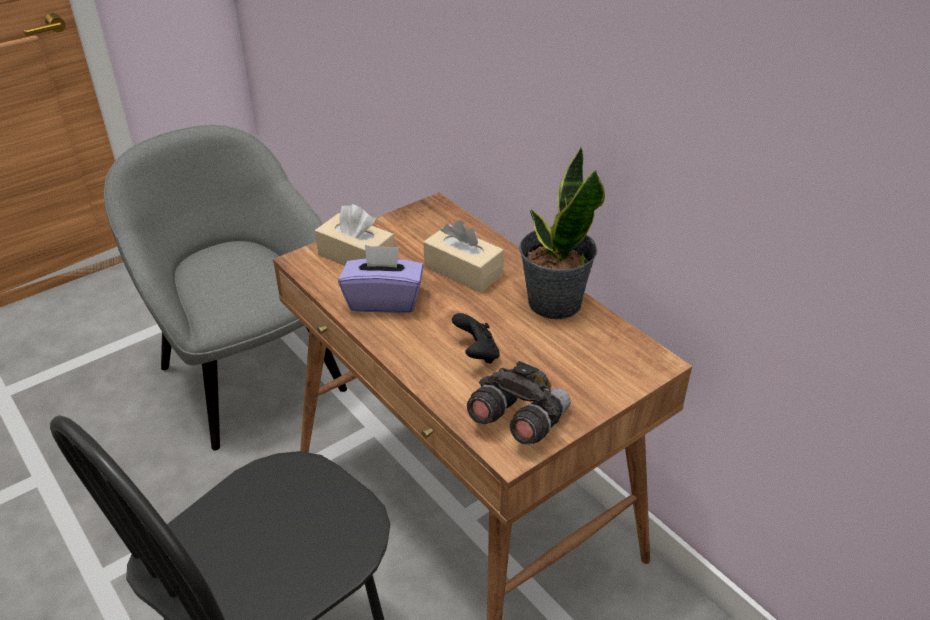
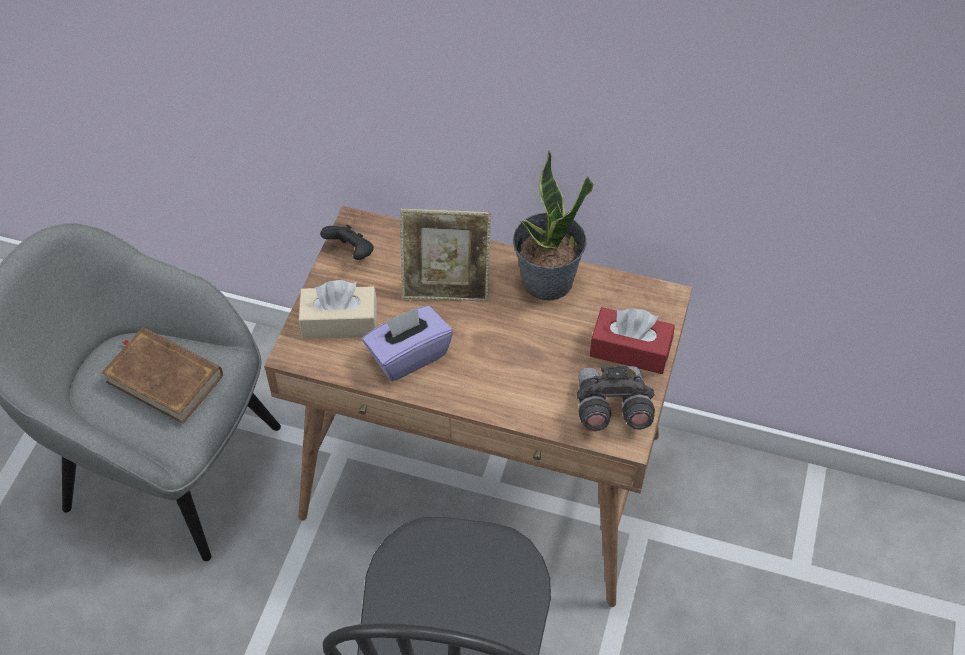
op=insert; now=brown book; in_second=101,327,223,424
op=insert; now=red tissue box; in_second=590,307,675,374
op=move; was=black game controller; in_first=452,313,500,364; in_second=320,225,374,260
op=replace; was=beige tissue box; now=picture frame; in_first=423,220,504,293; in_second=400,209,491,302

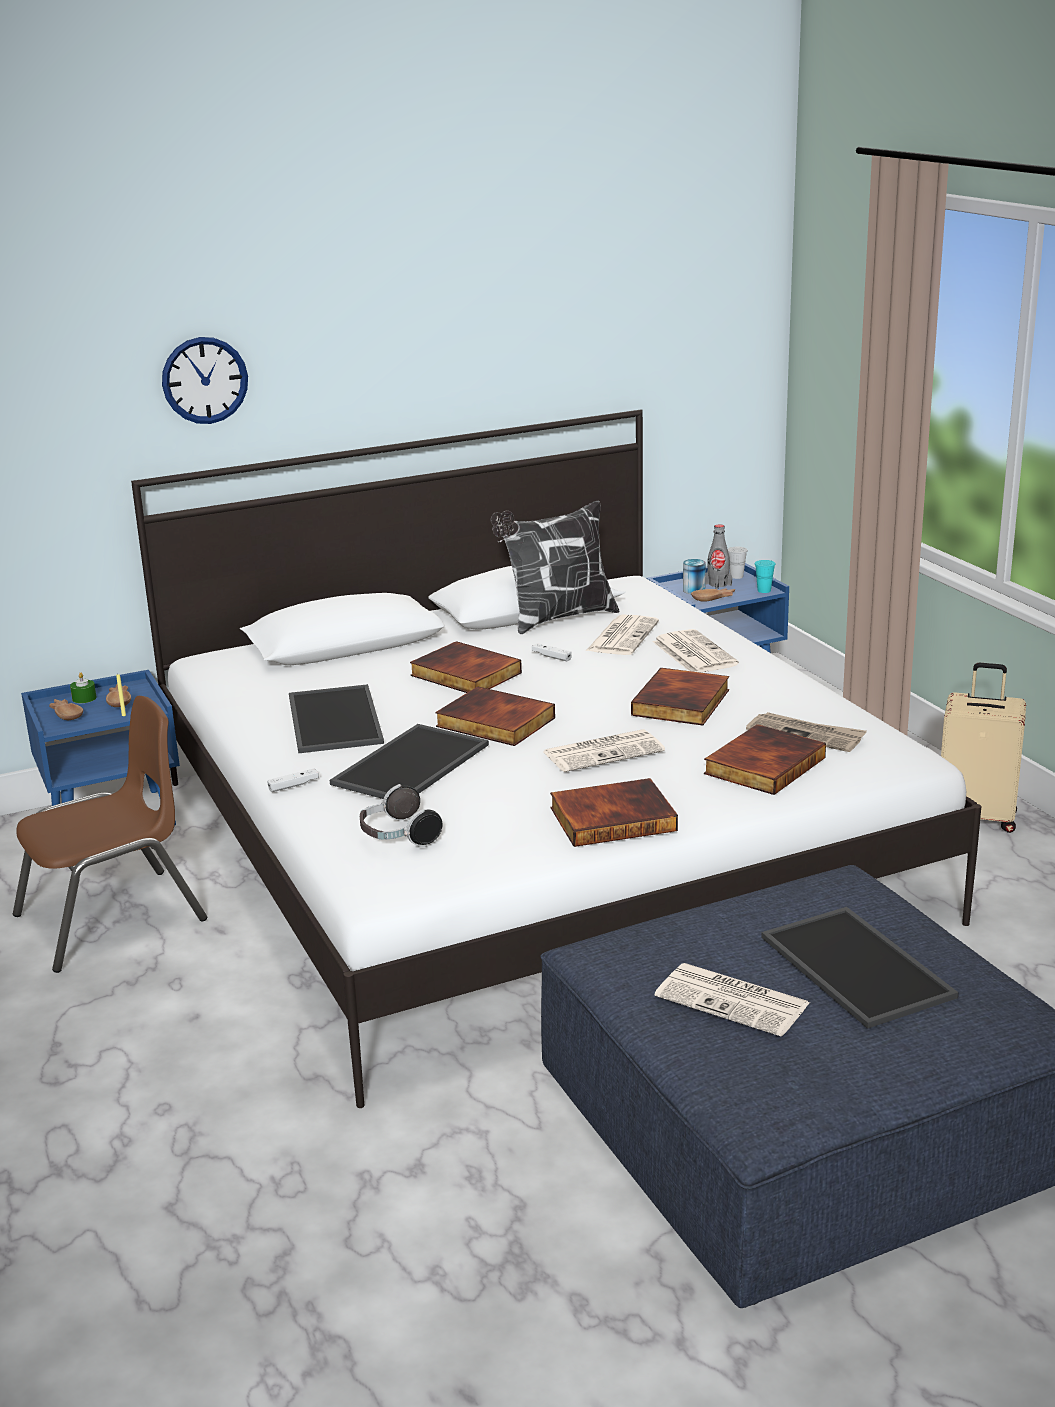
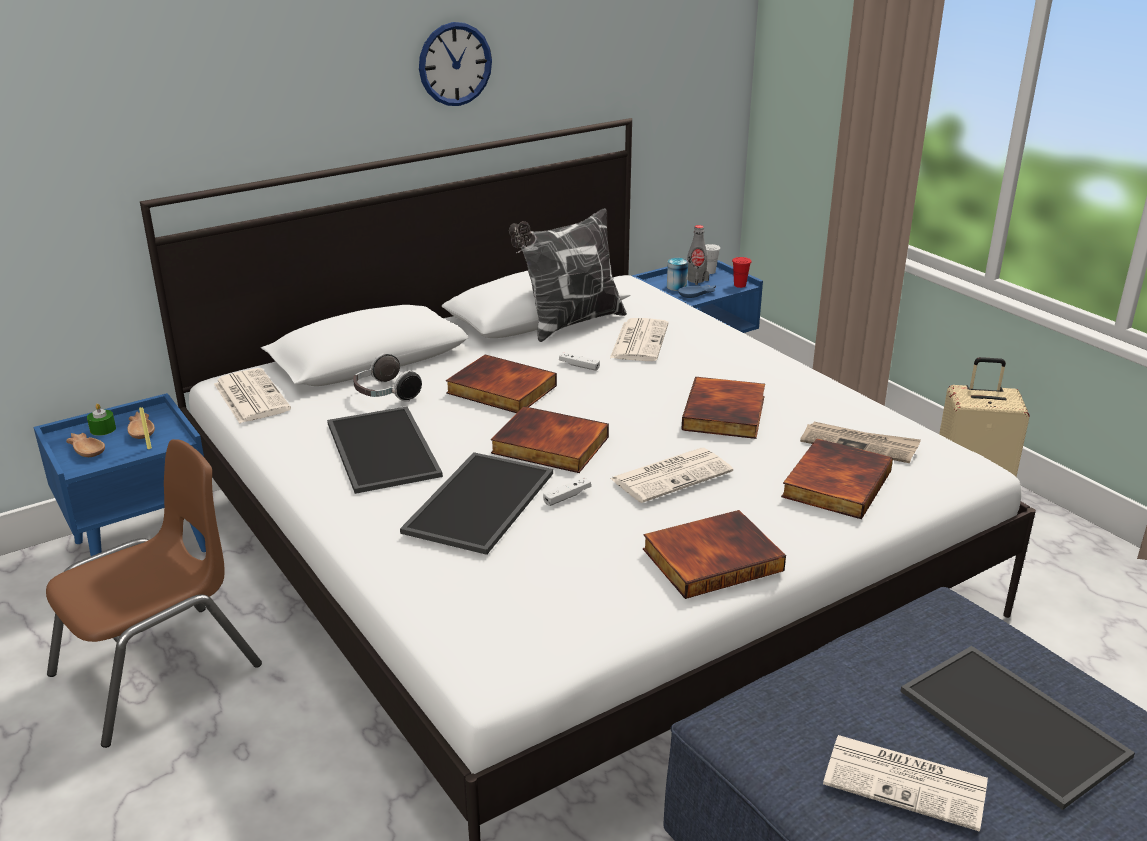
op=move; was=wall clock; in_first=162,337,248,424; in_second=419,22,492,106
op=move; was=white game controller; in_first=267,768,319,792; in_second=543,477,591,506
op=move; was=headphones; in_first=360,784,442,847; in_second=353,353,422,402
op=move; was=newspaper; in_first=653,629,739,673; in_second=214,368,291,424
op=recolor; was=brown bowl; now=blue bowl; in_first=691,588,735,602; in_second=678,285,716,298
op=recolor; was=turquoise cup; now=red cup; in_first=755,560,776,593; in_second=732,257,751,288

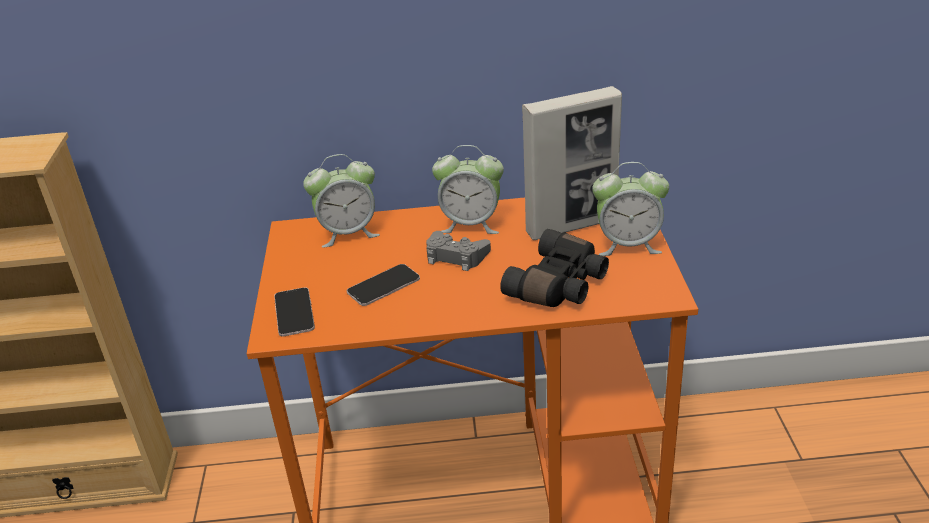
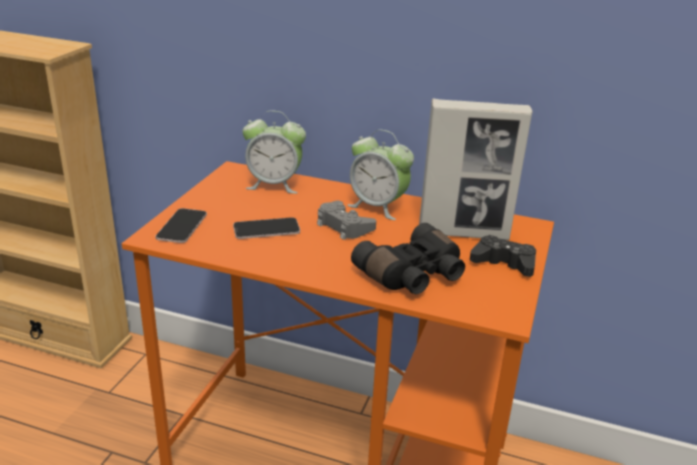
op=replace; was=alarm clock; now=black game controller; in_first=592,162,669,256; in_second=470,235,536,277

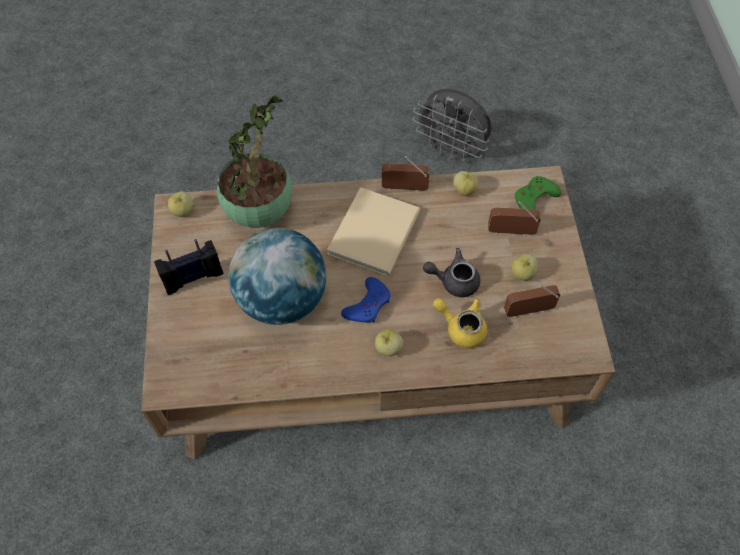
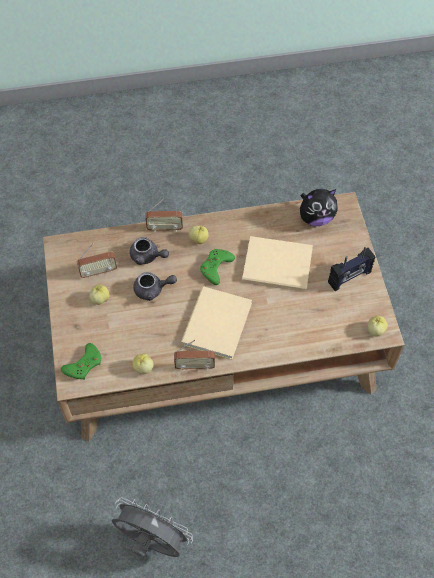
op=delete; was=potted plant; in_first=217,96,292,228
op=insert; now=plush toy; in_second=300,189,338,226
op=move; was=radio; in_first=488,202,541,237; in_second=145,198,183,232
op=replace; was=globe; now=beige book; in_first=229,228,327,325; in_second=242,236,313,291
op=recolor; was=blue game controller; now=green game controller; in_first=341,277,390,323; in_second=200,249,235,285
op=recolor; was=yellow teapot; now=grey teapot; in_first=433,298,488,348; in_second=130,237,169,265

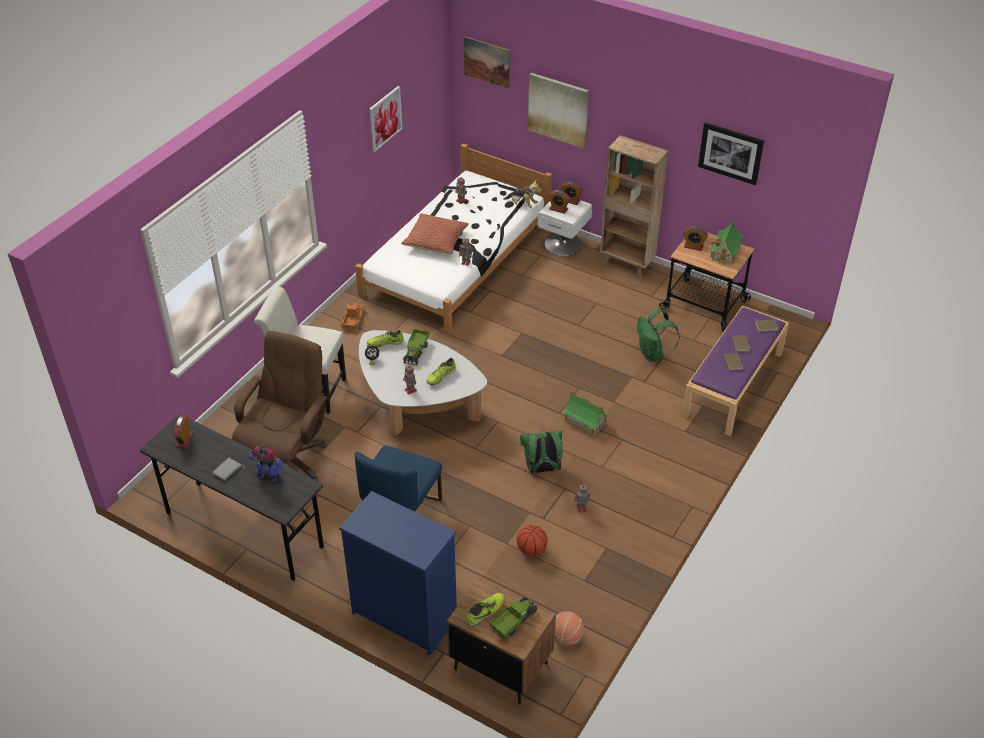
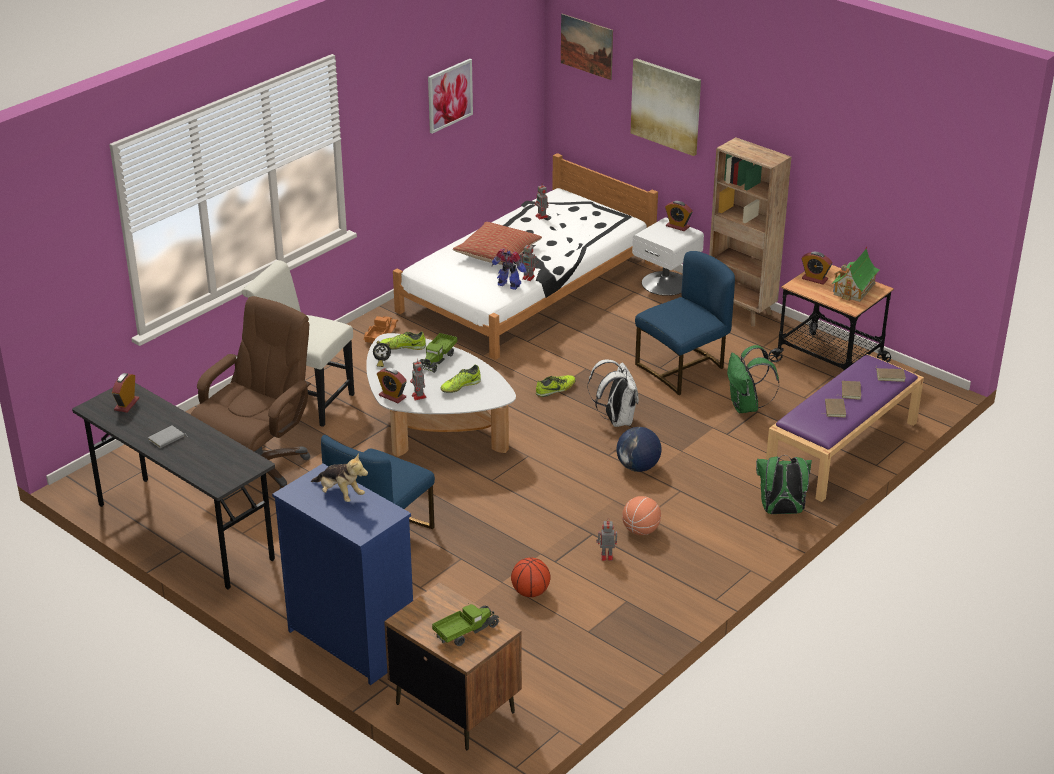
op=delete; was=picture; in_first=698,122,764,185
op=insert; now=white backpack; in_second=587,359,639,427
op=insert; now=blue chair; in_second=635,251,735,395
op=move; was=toy robot; in_first=249,446,287,481; in_second=492,249,528,290
op=move; was=shoe; in_first=466,593,504,626; in_second=536,375,576,397
op=move; was=plush toy; in_first=503,179,542,208; in_second=311,453,368,502
op=move; was=green backpack; in_first=520,430,563,474; in_second=756,455,812,514
op=move; was=alarm clock; in_first=548,190,570,214; in_second=377,368,407,403
op=move; was=basketball; in_first=554,611,584,646; in_second=622,496,661,535
op=replace; was=toy house; now=globe; in_first=562,391,609,437; in_second=616,427,662,472

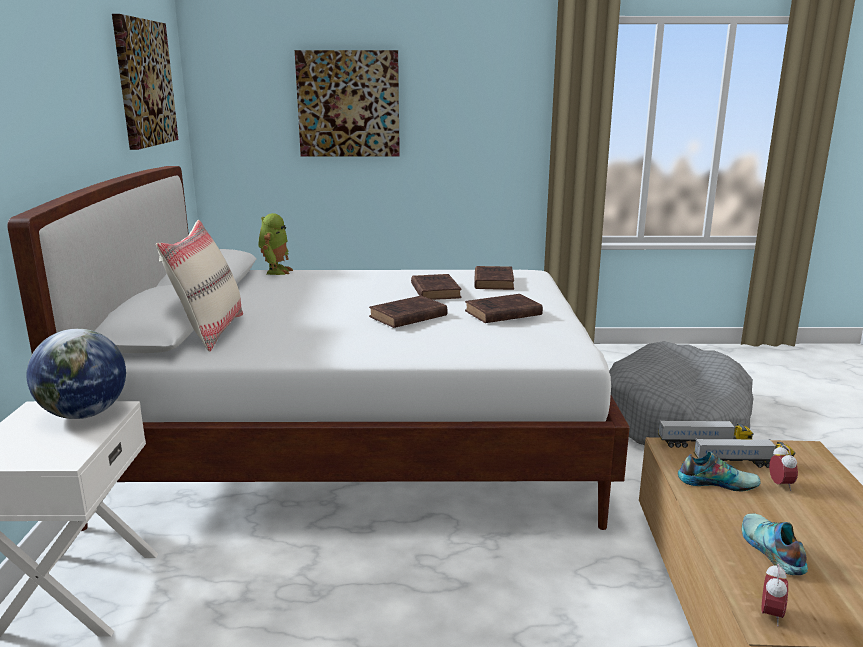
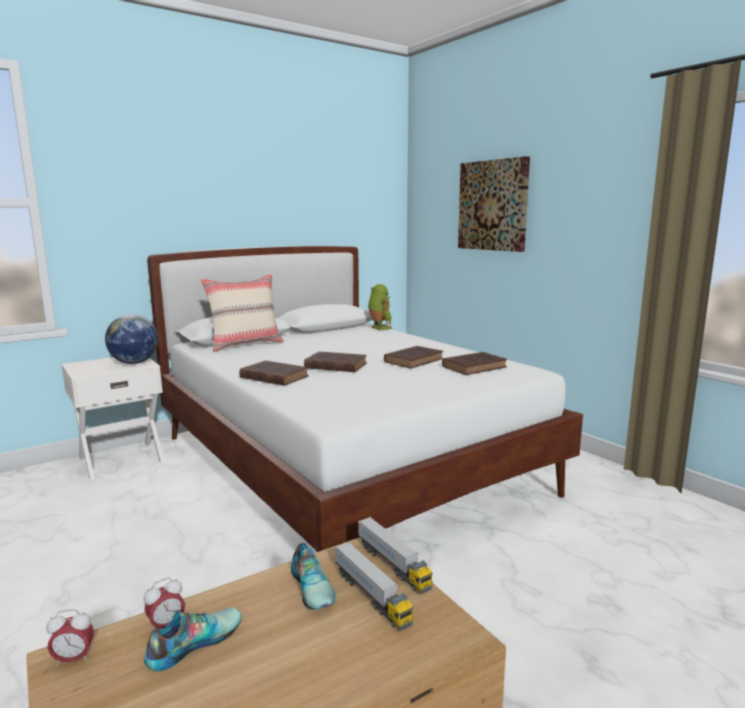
op=delete; was=picture; in_first=112,14,179,150
op=delete; was=grey dog bed; in_first=609,341,753,445
op=move; was=brown book; in_first=465,294,543,323; in_second=239,360,309,386
op=move; was=alarm clock; in_first=769,445,798,491; in_second=144,577,185,630
op=rotate; was=toy robot; in_first=258,213,293,275; in_second=368,284,392,330; clockwise=-90

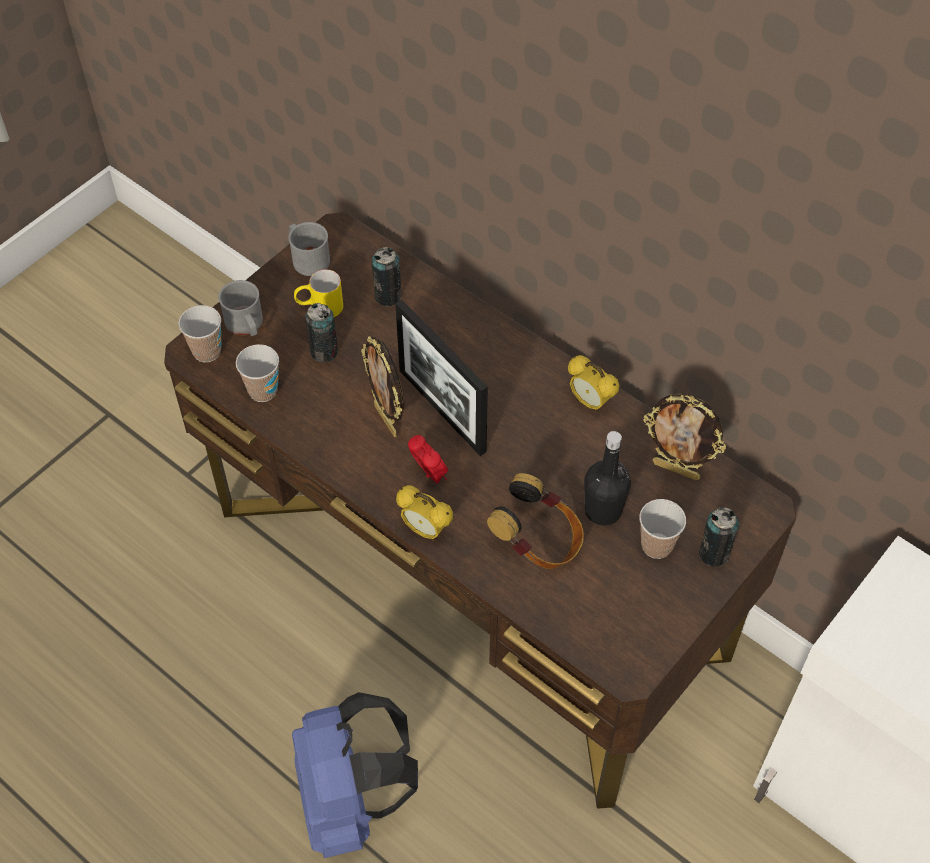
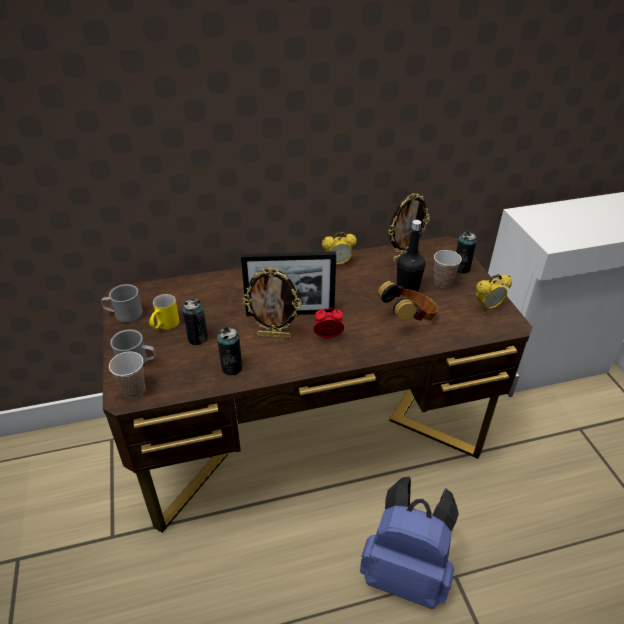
op=delete; was=cup; in_first=236,344,279,402
op=move; was=can; in_first=372,247,402,306; in_second=217,327,243,376
op=move; was=alarm clock; in_first=396,485,453,541; in_second=476,274,512,312

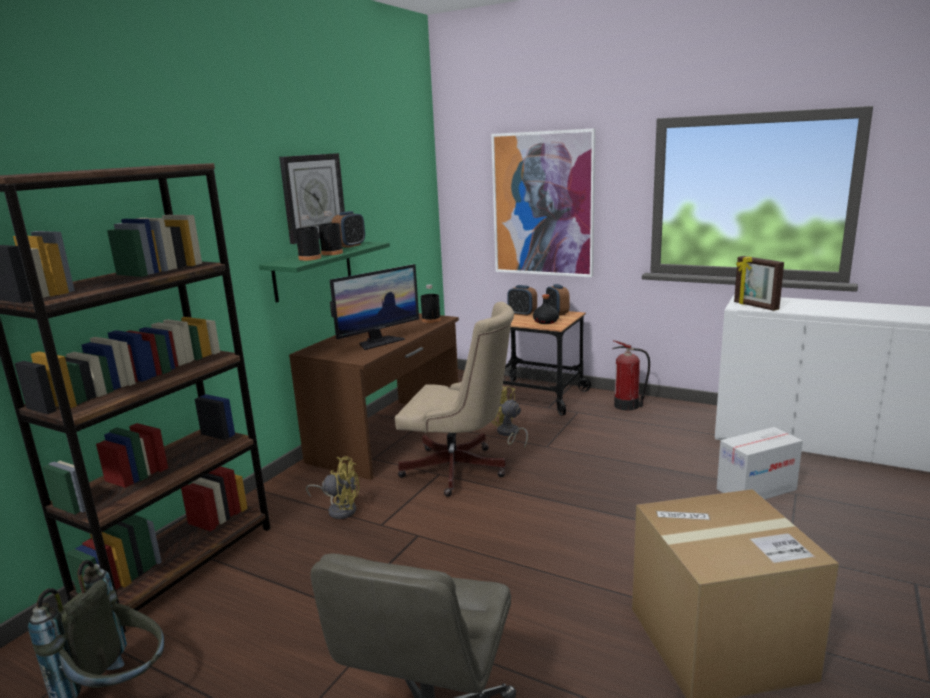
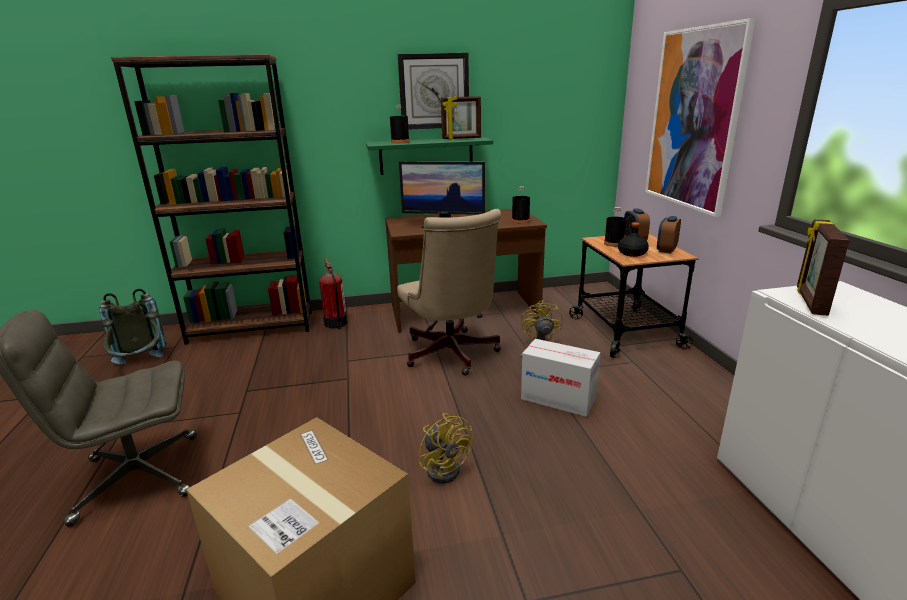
op=move; was=yellow fan; in_first=306,457,360,519; in_second=419,413,473,484
op=move; was=black bottle; in_first=318,211,343,255; in_second=604,207,626,247
op=move; was=fire extinguisher; in_first=612,340,650,411; in_second=319,257,348,329
op=move; was=cardboard box; in_first=717,427,803,499; in_second=521,339,600,417
op=replace; was=alarm clock; now=picture frame; in_first=332,211,365,248; in_second=441,95,481,140

